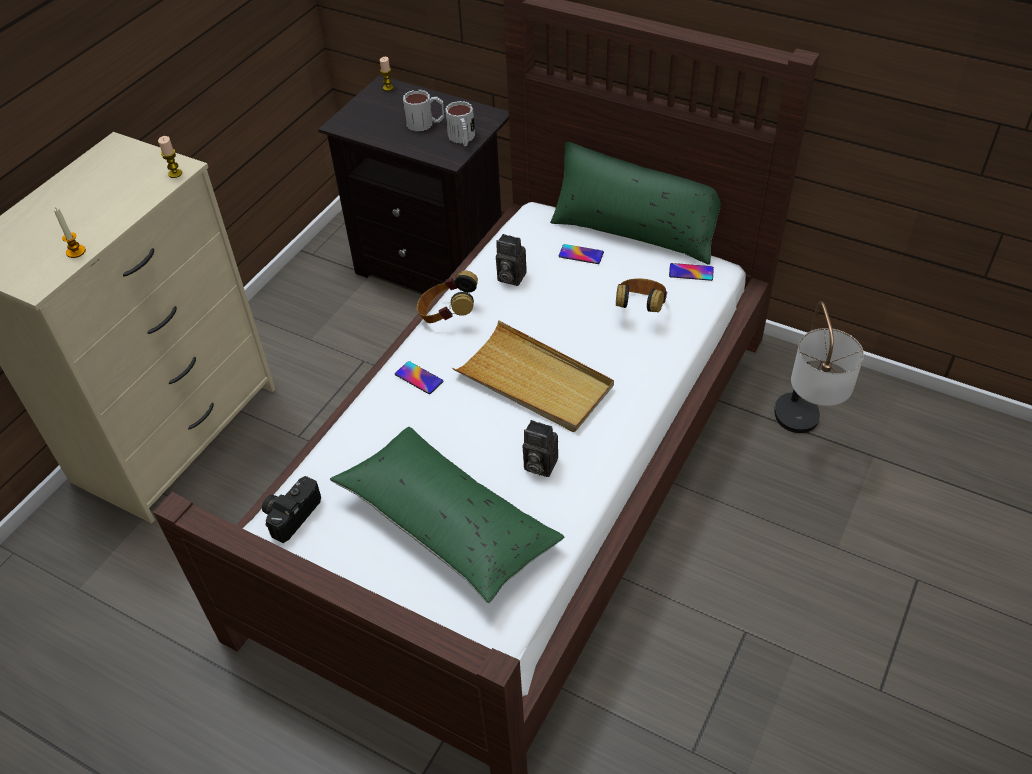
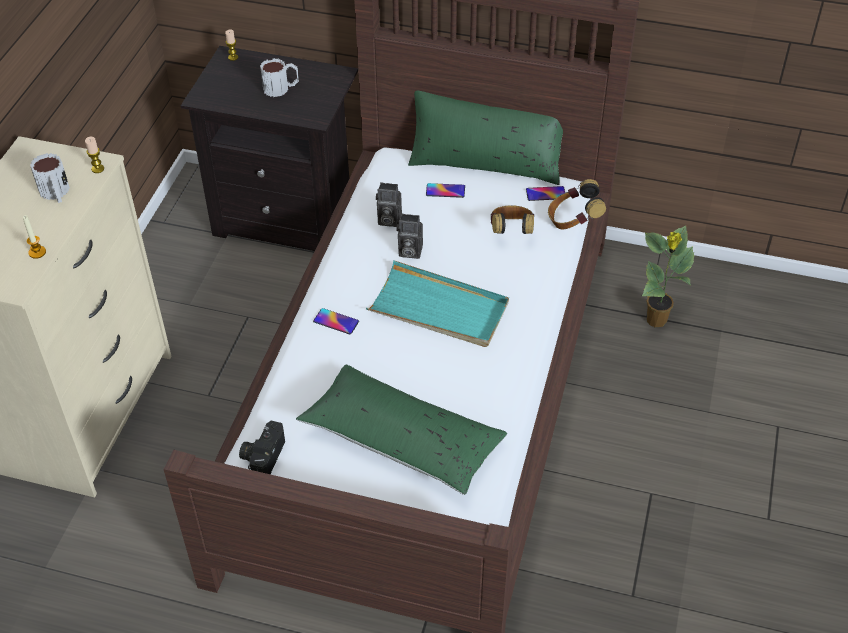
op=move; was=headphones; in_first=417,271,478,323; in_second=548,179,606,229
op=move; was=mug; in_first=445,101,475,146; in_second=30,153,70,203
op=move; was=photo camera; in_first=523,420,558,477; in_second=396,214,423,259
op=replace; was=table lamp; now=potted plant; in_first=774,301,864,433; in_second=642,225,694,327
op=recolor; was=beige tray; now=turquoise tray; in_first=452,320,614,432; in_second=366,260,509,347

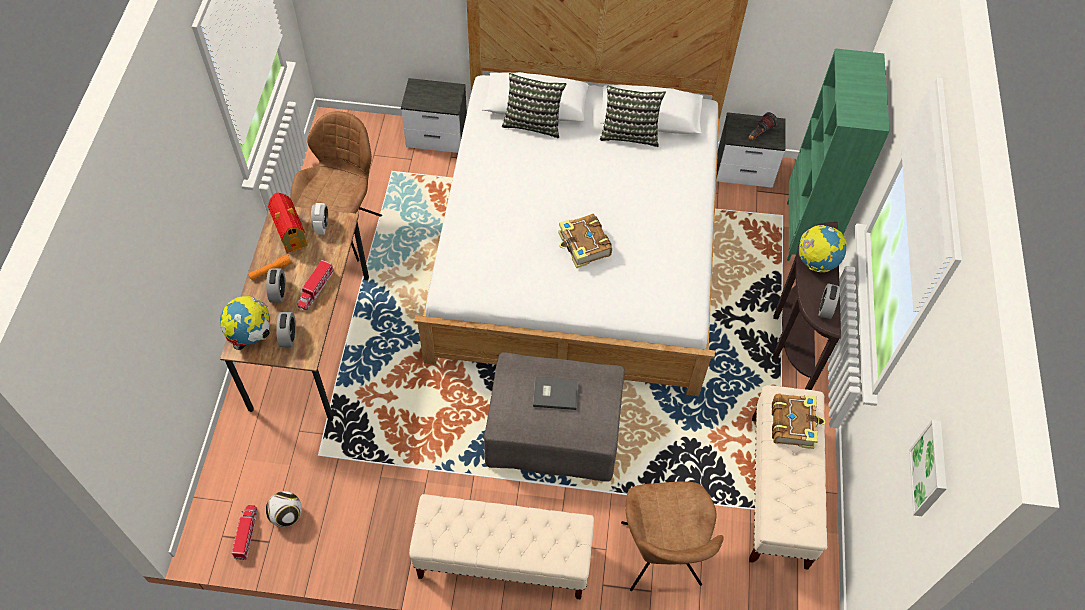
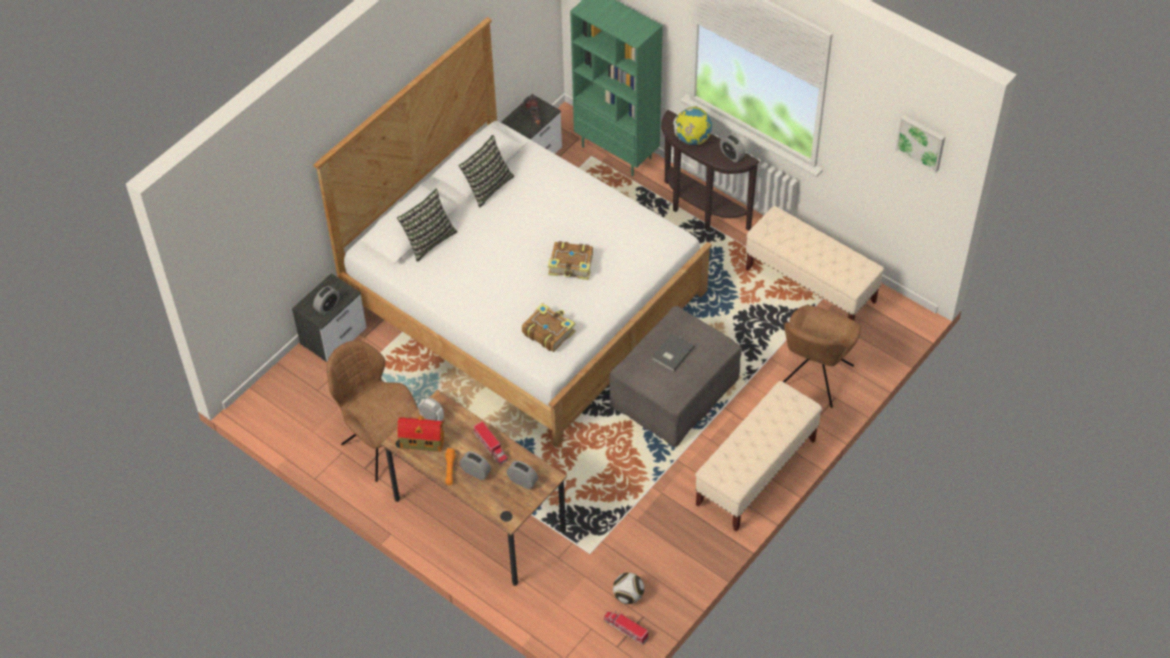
op=delete; was=globe; in_first=220,296,270,347
op=insert; now=alarm clock; in_second=313,286,340,315
op=move; was=book; in_first=772,394,825,449; in_second=522,303,575,352
op=rotate; was=brown chair; in_first=621,481,724,591; in_second=783,305,861,408; clockwise=90

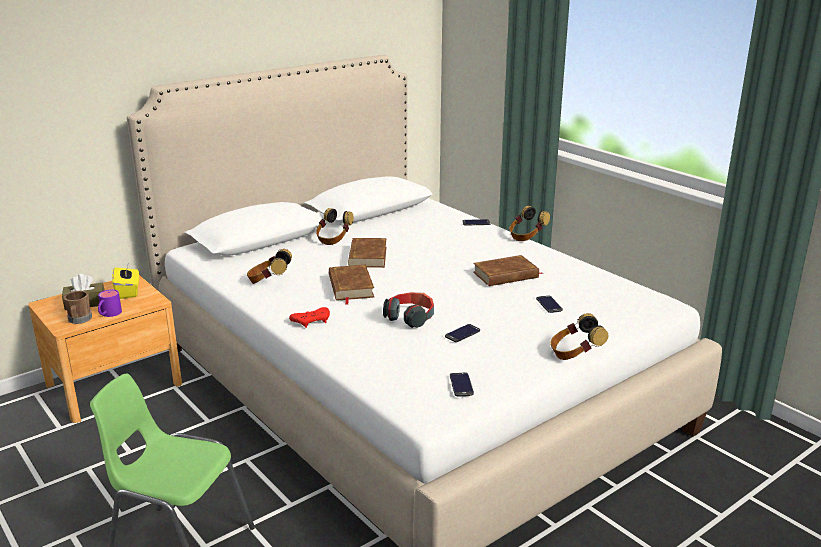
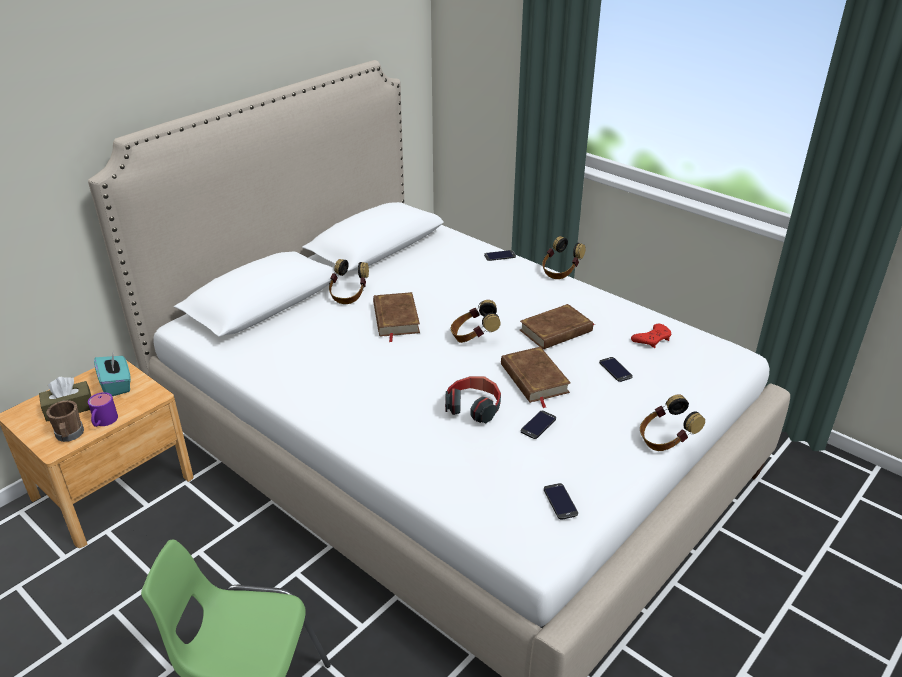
op=move; was=headphones; in_first=247,249,292,284; in_second=451,300,501,343
op=move; was=red game controller; in_first=289,307,330,328; in_second=631,324,671,348
op=move; was=brown book; in_first=329,265,374,305; in_second=501,347,571,408
op=recolor; was=yellow tissue box; now=turquoise tissue box; in_first=112,262,139,299; in_second=94,354,131,396

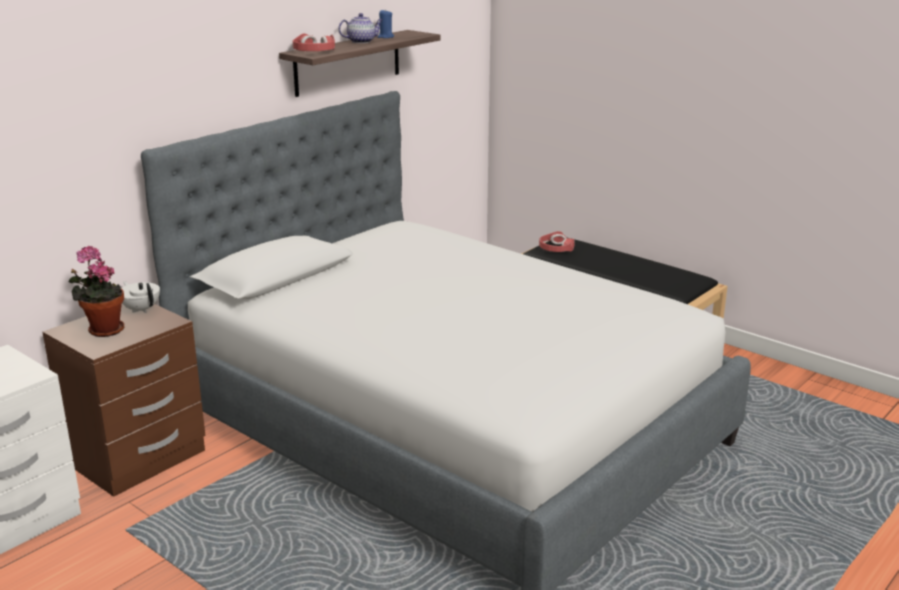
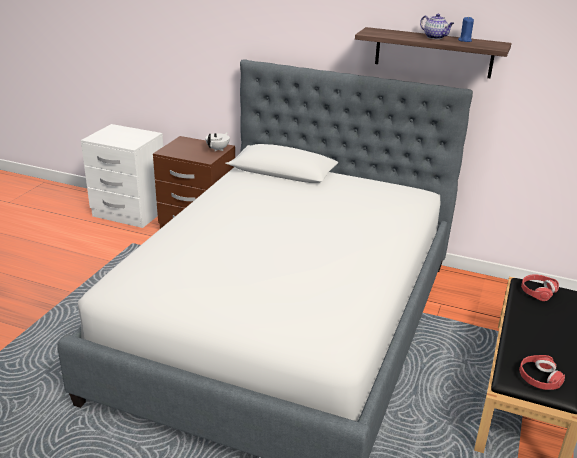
op=delete; was=potted plant; in_first=68,246,124,337
op=move; was=red headphones; in_first=293,34,335,51; in_second=519,355,565,390

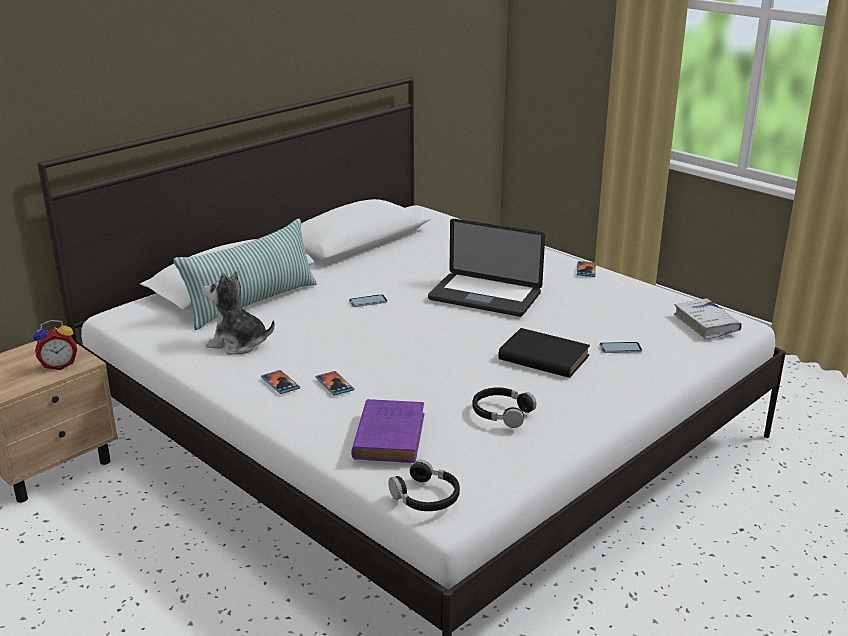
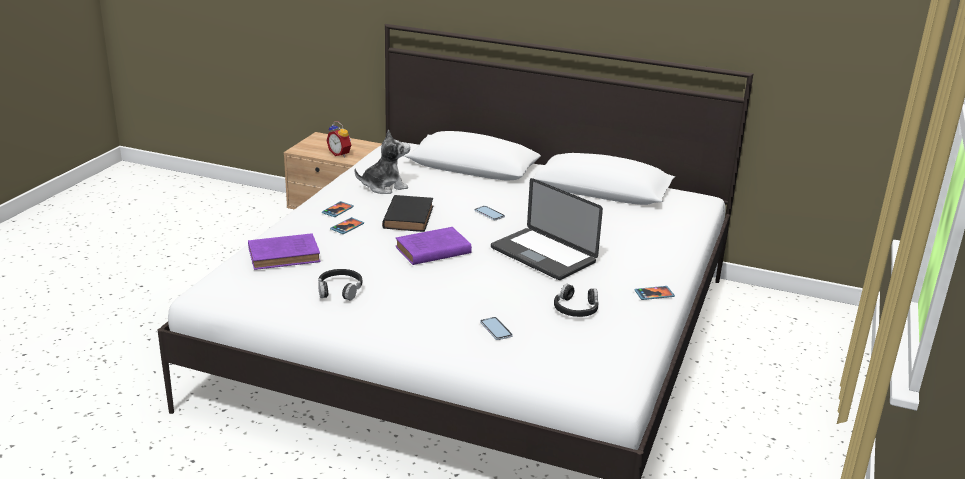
op=delete; was=pillow; in_first=173,219,317,330
op=delete; was=white book; in_first=674,298,742,339
op=insert; now=purple book; in_second=395,227,472,265
op=move; was=black headphones; in_first=388,460,460,511; in_second=554,284,599,317
op=move; was=black book; in_first=498,328,590,378; in_second=382,195,433,232
op=rotate; was=plush toy; in_first=202,271,275,354; in_second=354,130,410,194; clockwise=75
op=rotate; was=laptop; in_first=428,219,545,317; in_second=491,178,603,280; clockwise=-45

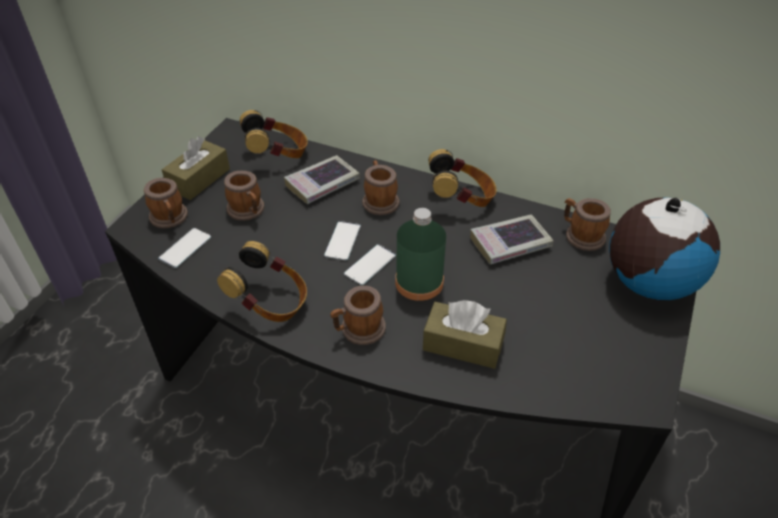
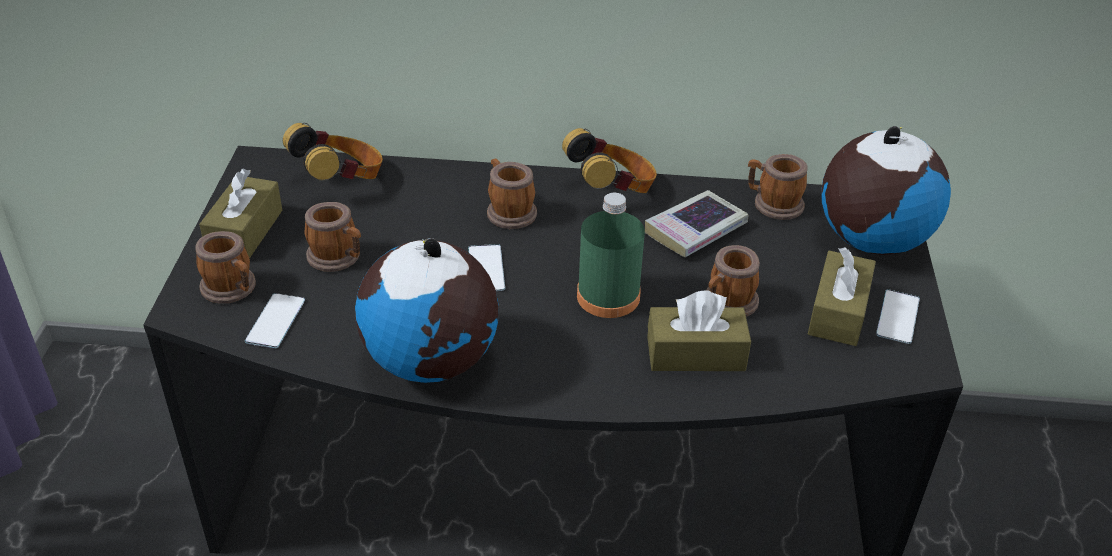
op=delete; was=book; in_first=284,155,360,204
op=insert; now=brown tissue box; in_second=808,247,876,346
op=move; was=mug; in_first=330,286,386,345; in_second=706,245,760,317
op=move; was=phone; in_first=344,244,396,285; in_second=876,289,920,344
op=replace; was=headphones; now=globe; in_first=217,241,307,322; in_second=355,238,499,383

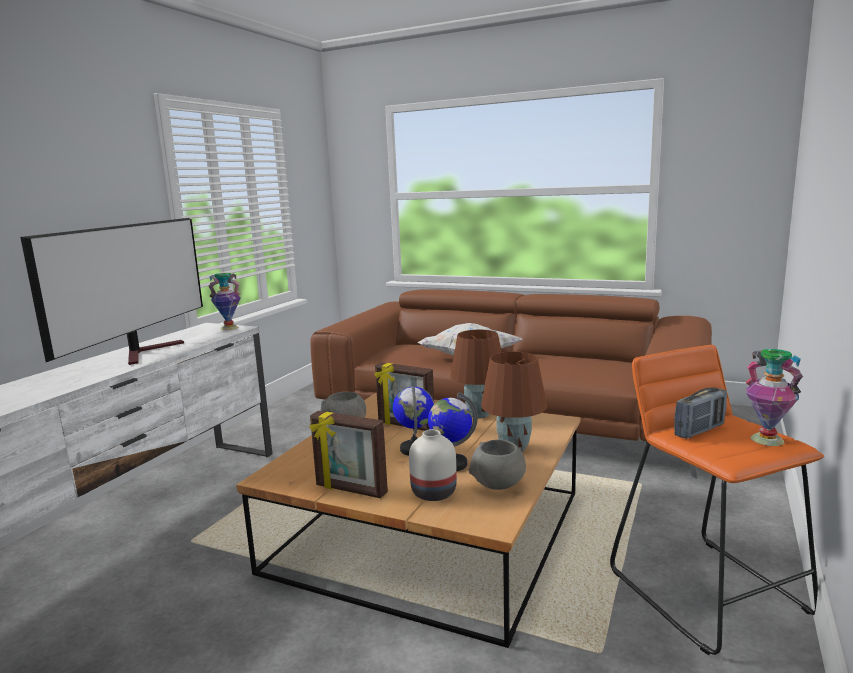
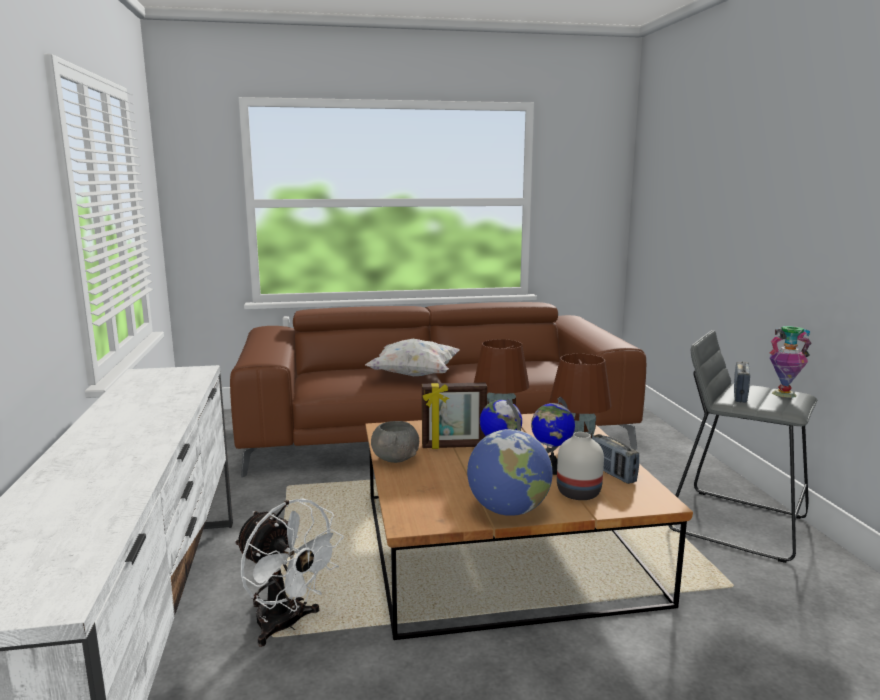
op=delete; was=television; in_first=20,218,203,365
op=delete; was=vase; in_first=208,273,241,330
op=insert; now=white fan; in_second=235,499,344,647
op=replace; was=picture frame; now=globe; in_first=309,411,388,498; in_second=467,429,553,516
op=replace; was=grey bowl; now=radio; in_first=468,439,526,490; in_second=592,434,639,484
op=recolor; was=orange stool; now=grey stool; in_first=610,345,824,655; in_second=668,330,817,563

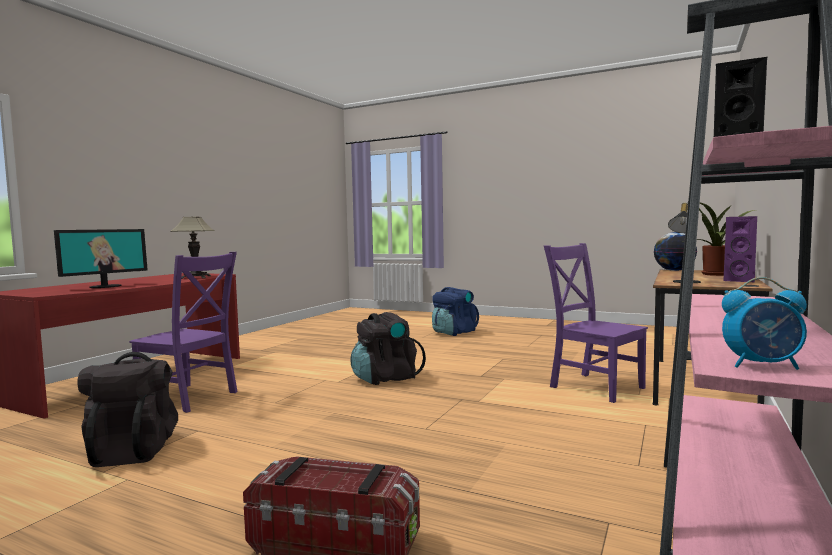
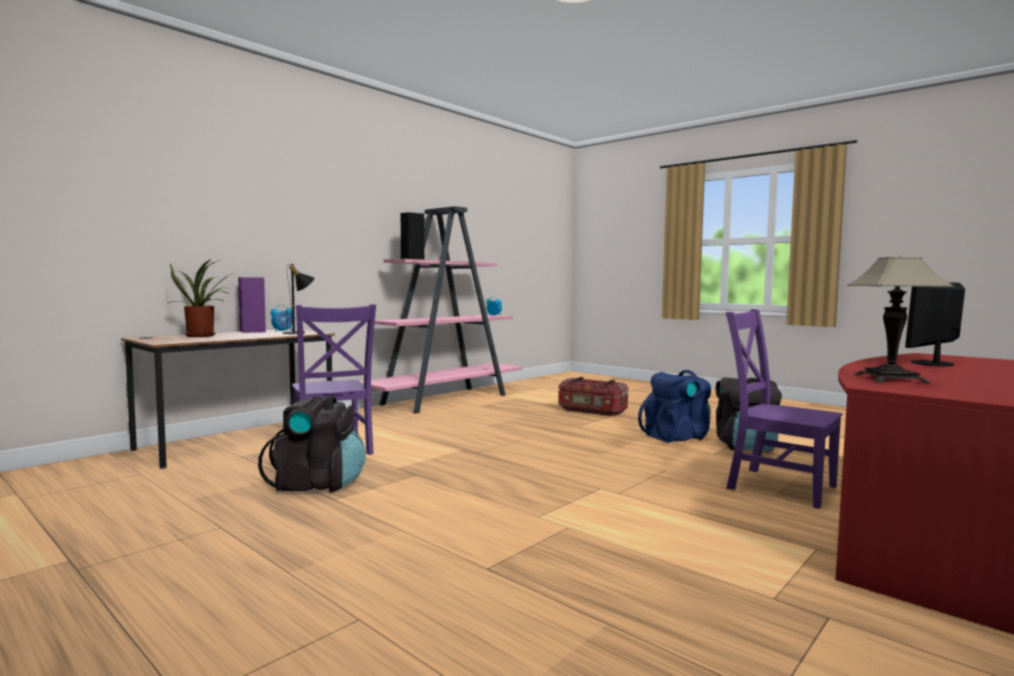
op=delete; was=globe; in_first=654,232,697,271
op=insert; now=alarm clock; in_second=271,305,293,332
op=move; was=black backpack; in_first=350,312,426,385; in_second=258,396,366,492
op=move; was=blue backpack; in_first=432,287,479,336; in_second=638,370,711,443

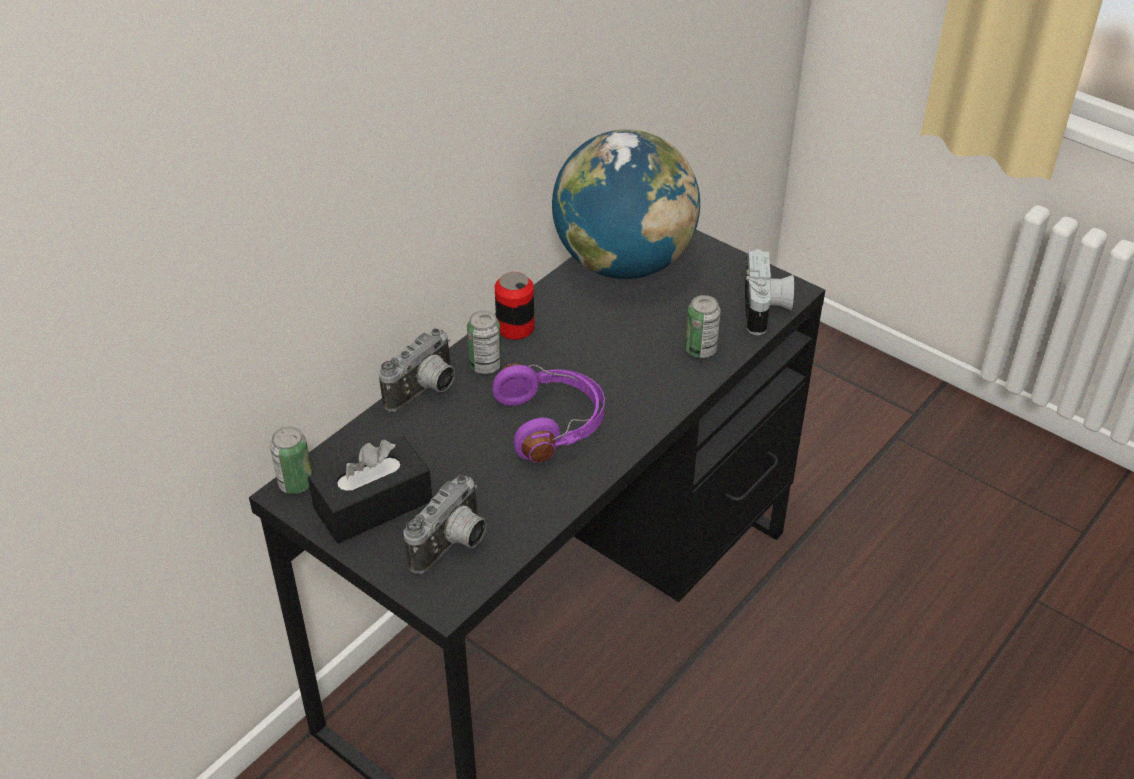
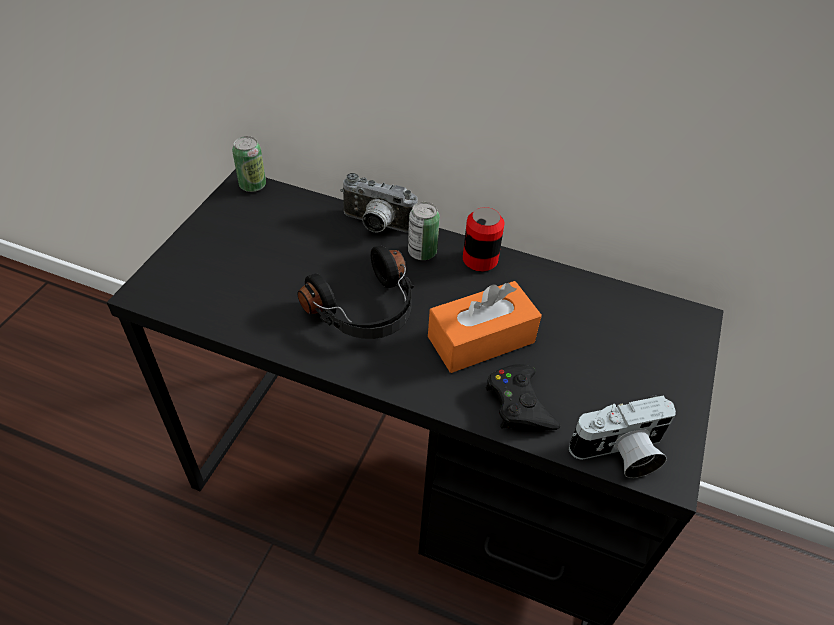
op=delete; was=black tissue box; in_first=308,437,432,543
op=delete; was=photo camera; in_first=403,475,486,574
op=delete; was=globe; in_first=552,129,700,279
op=insert; now=orange tissue box; in_second=428,281,542,373
op=replace; was=can; now=black game controller; in_first=685,295,721,358; in_second=486,364,560,430
op=recolor; was=purple headphones; now=black headphones; in_first=493,363,605,463; in_second=298,245,414,339

